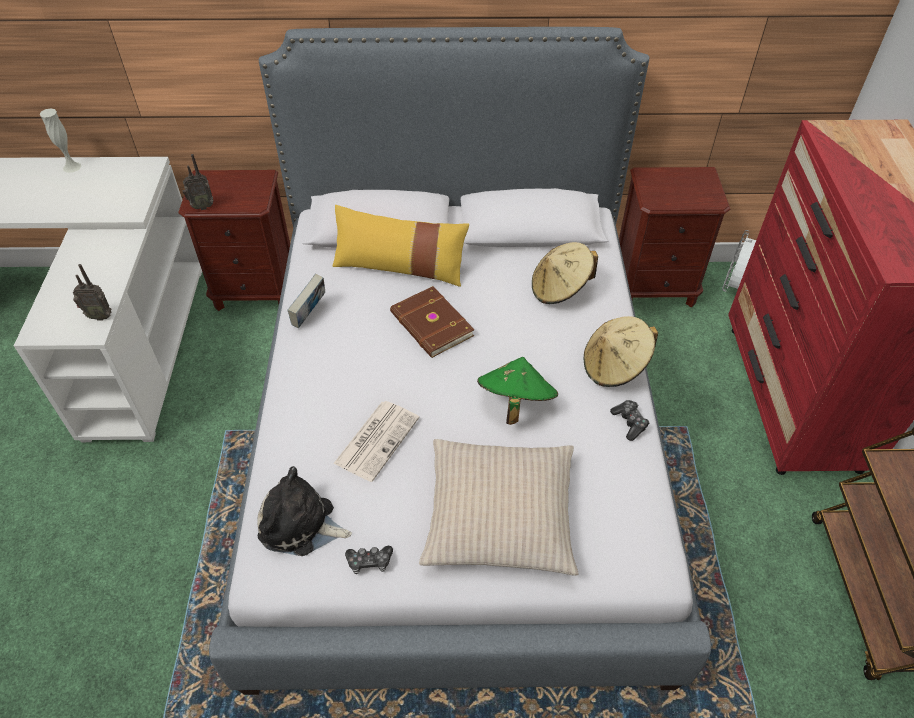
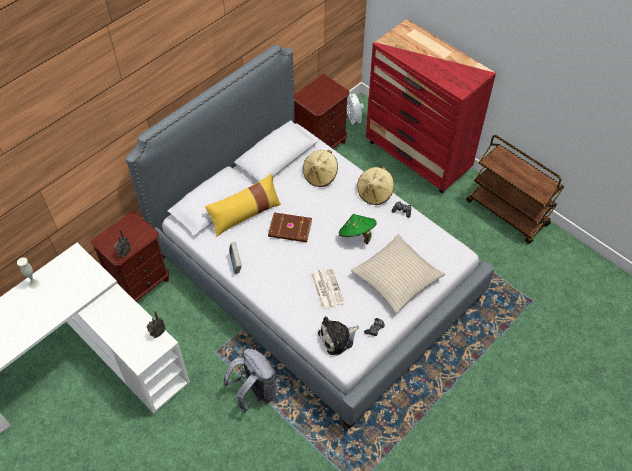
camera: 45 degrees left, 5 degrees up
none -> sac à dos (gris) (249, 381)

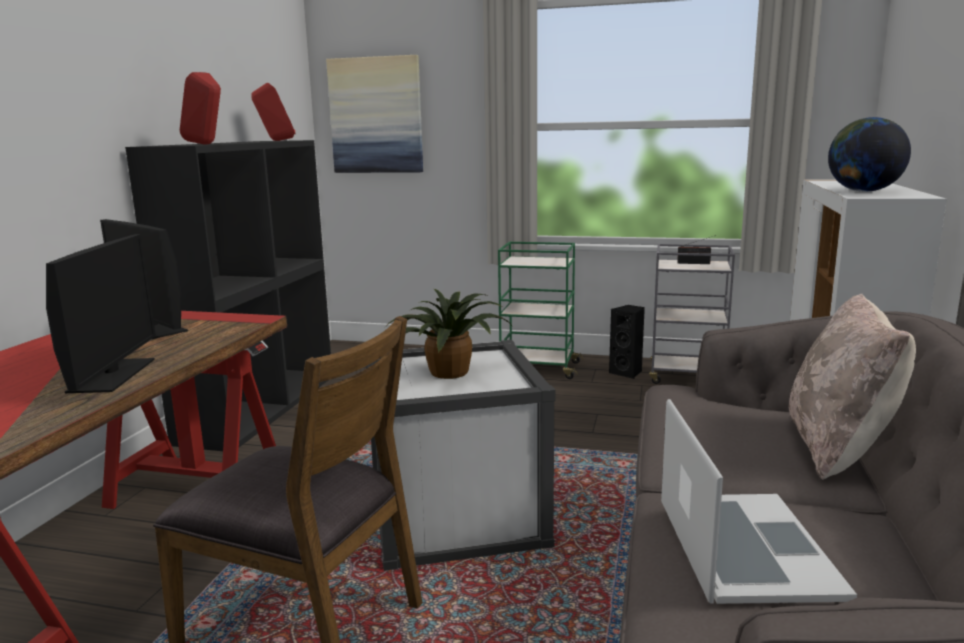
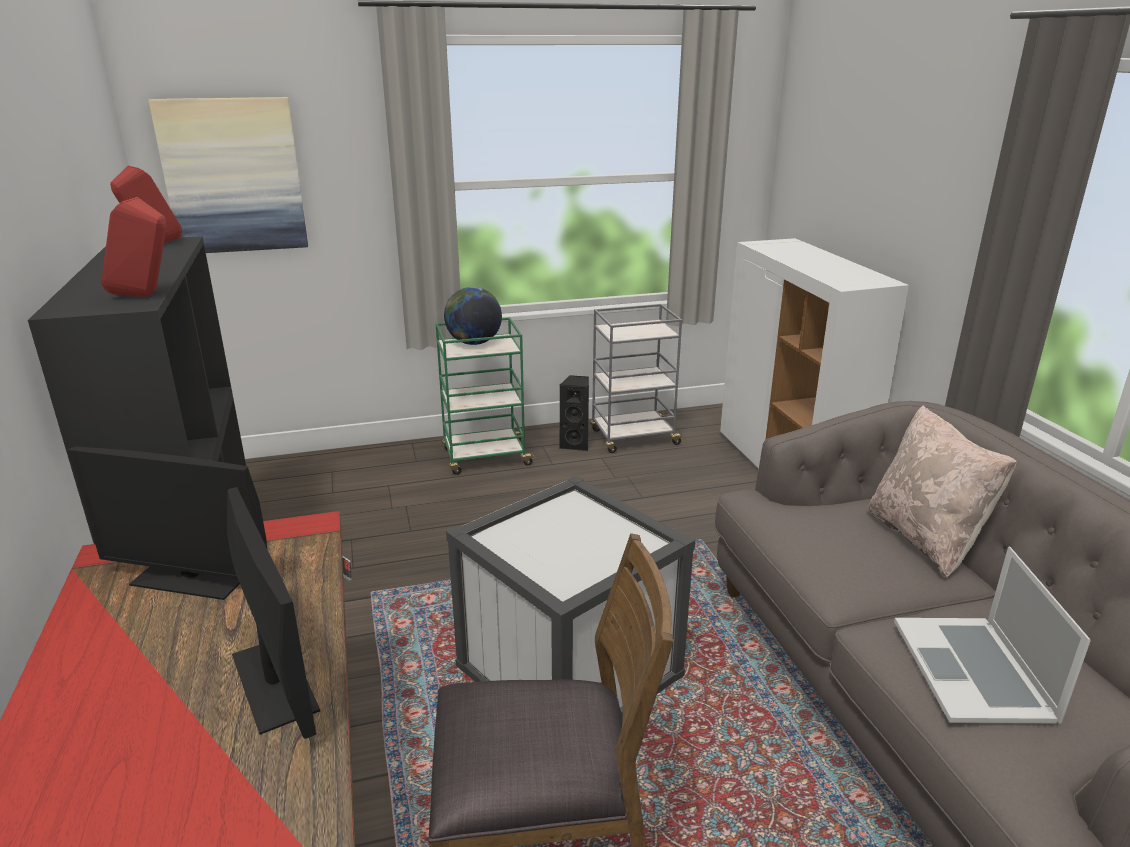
camera: 30 degrees left, 10 degrees up
plante en pot (449, 334) -> none
ordinateur portable (759, 501) -> ordinateur portable (992, 634), 150 degrees counterclockwise
radio (696, 249) -> none
globe (869, 154) -> globe (473, 316), move

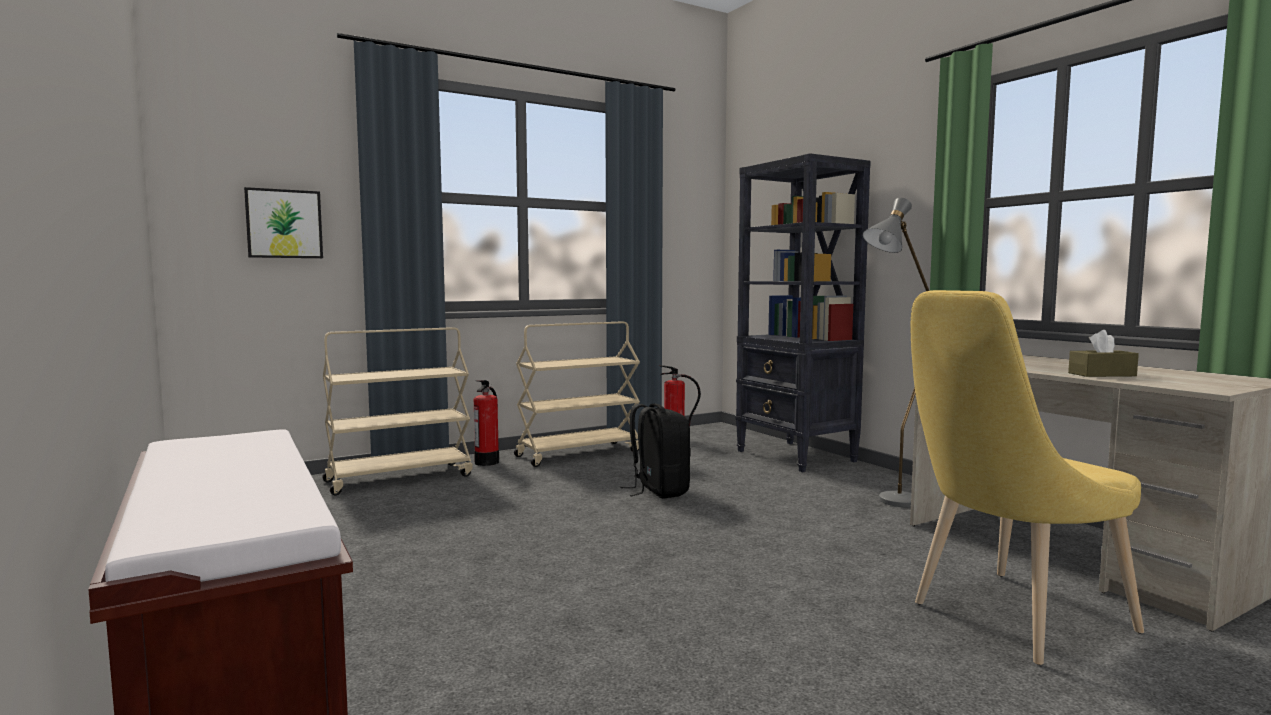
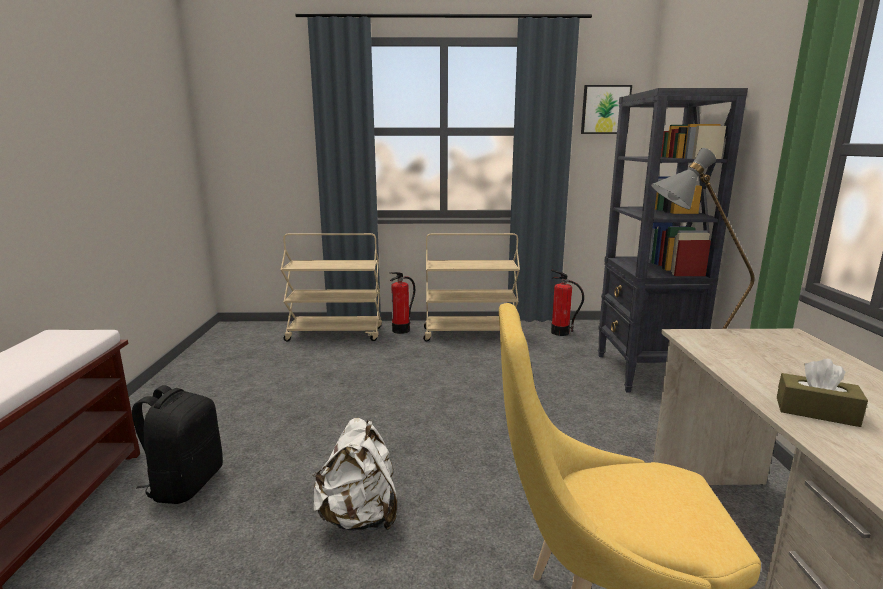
camera: 30 degrees right, 10 degrees up
tableau (283, 222) -> tableau (606, 109), move
sac à dos (noir) (655, 451) -> sac à dos (noir) (177, 444), move
none -> sac à dos (blanc) (354, 474)

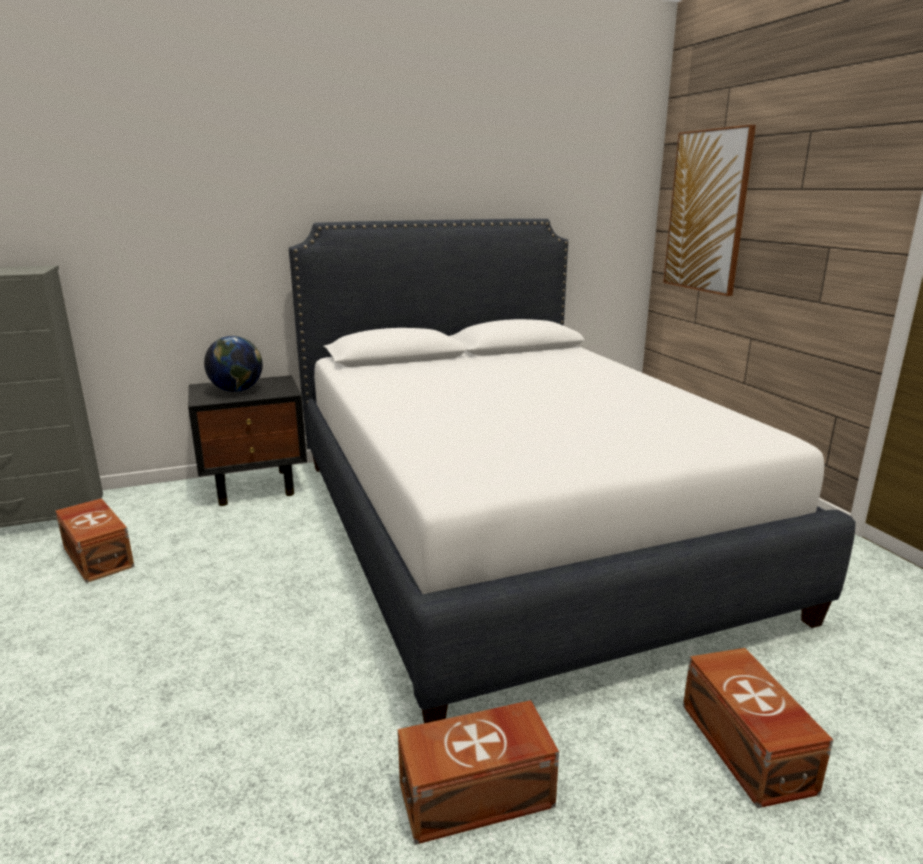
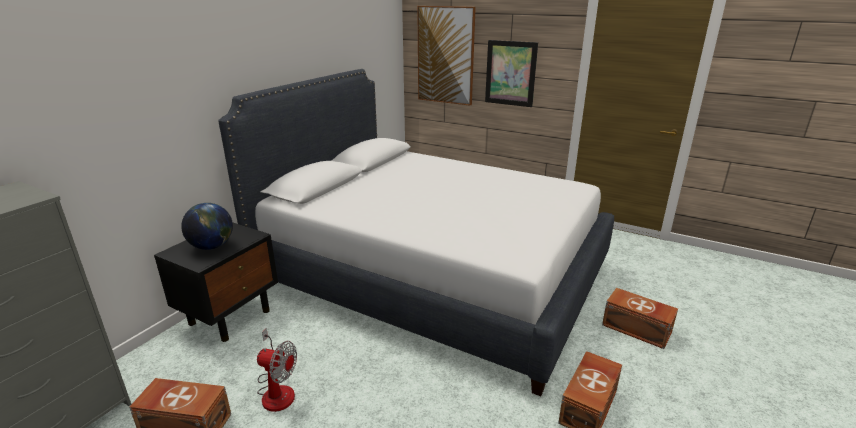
camera: 40 degrees left, 5 degrees up
none -> ventilateur (277, 370)
none -> tableau (511, 73)

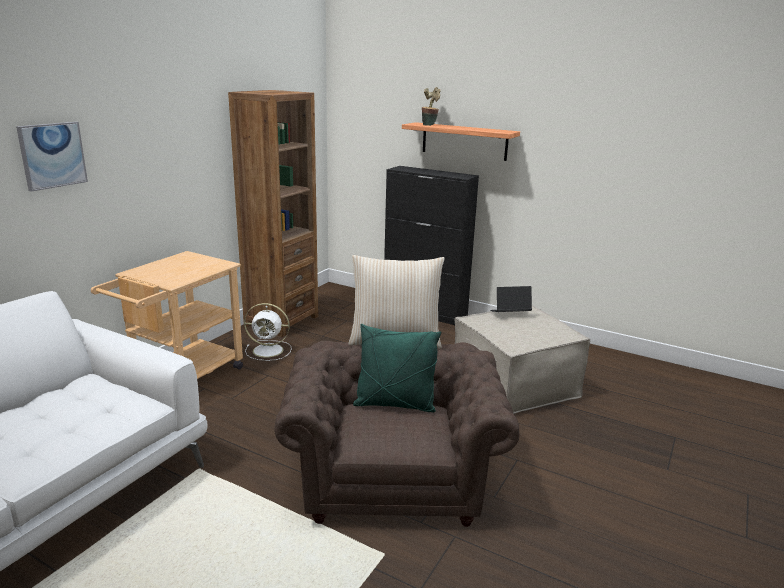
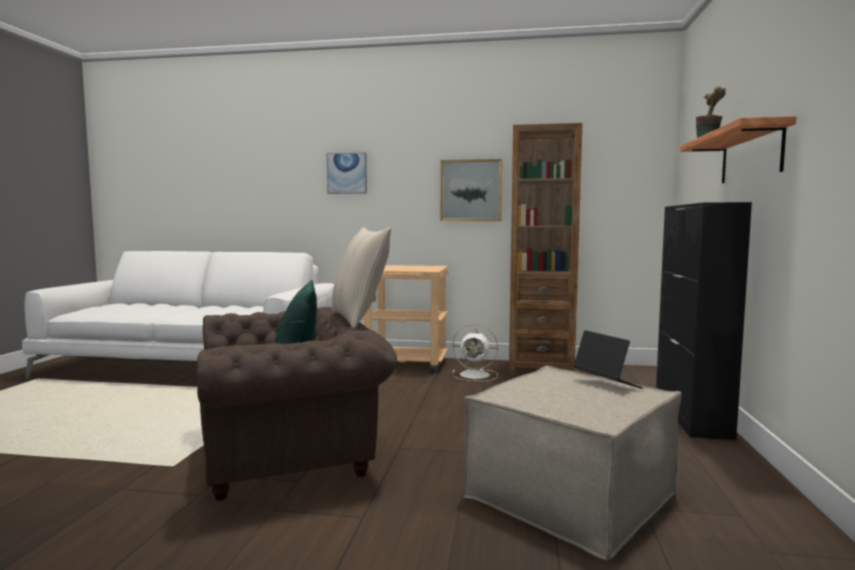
camera: 70 degrees right, 15 degrees down
ventilateur (blanc) (268, 332) -> ventilateur (blanc) (475, 352), 60 degrees counterclockwise
none -> tableau (471, 190)

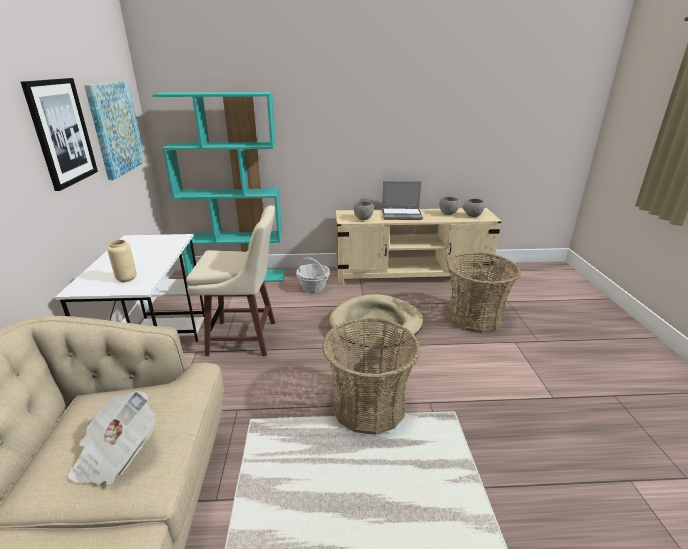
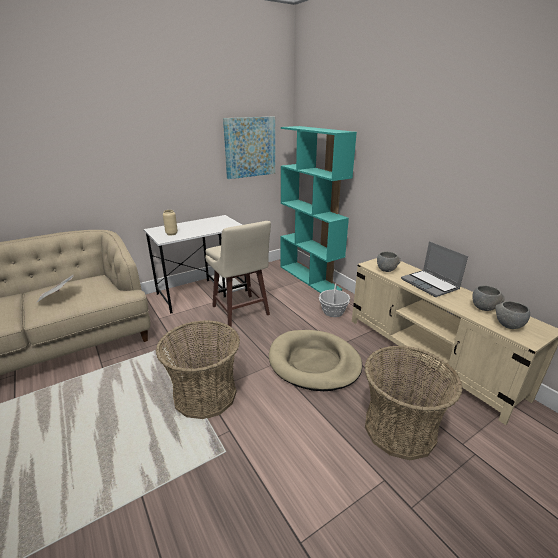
camera: 60 degrees right, 0 degrees up
tableau (59, 134) -> none

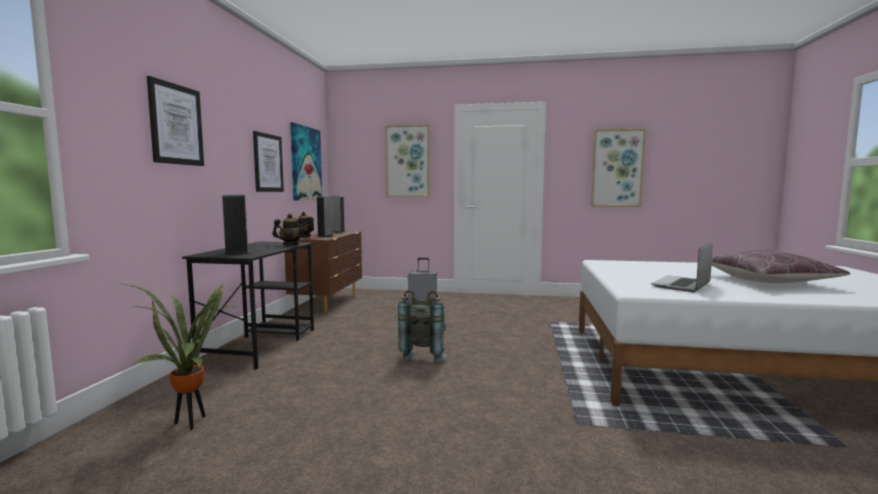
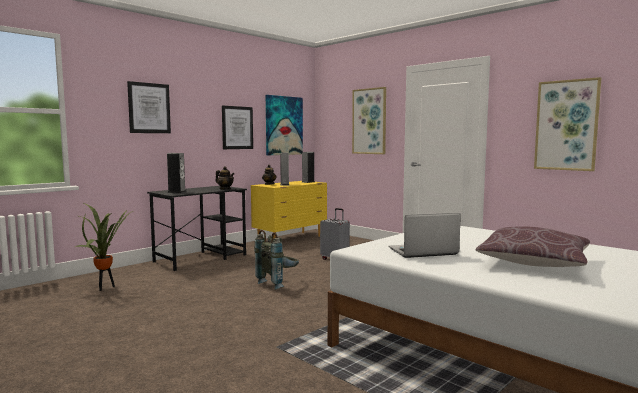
camera: 35 degrees right, 0 degrees up
commode (marron) (323, 272) -> commode (jaune) (289, 210)

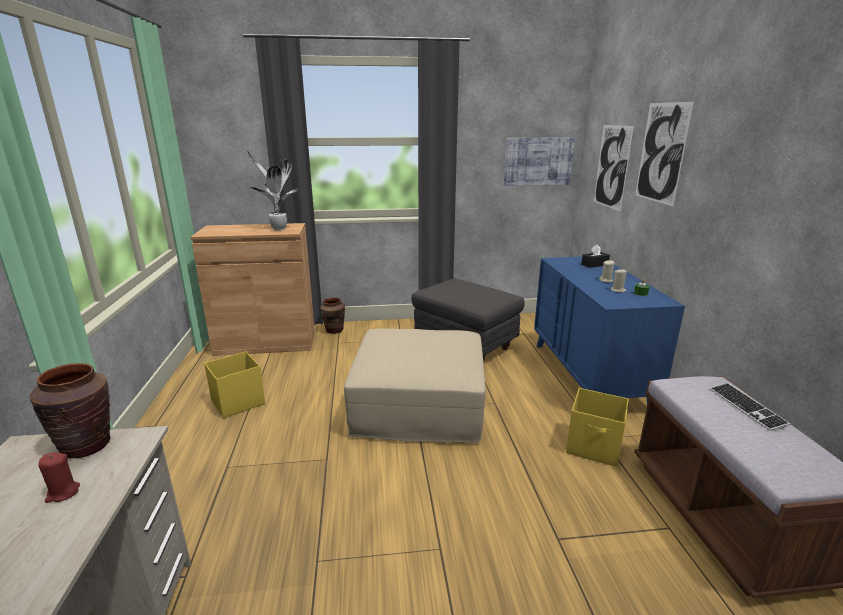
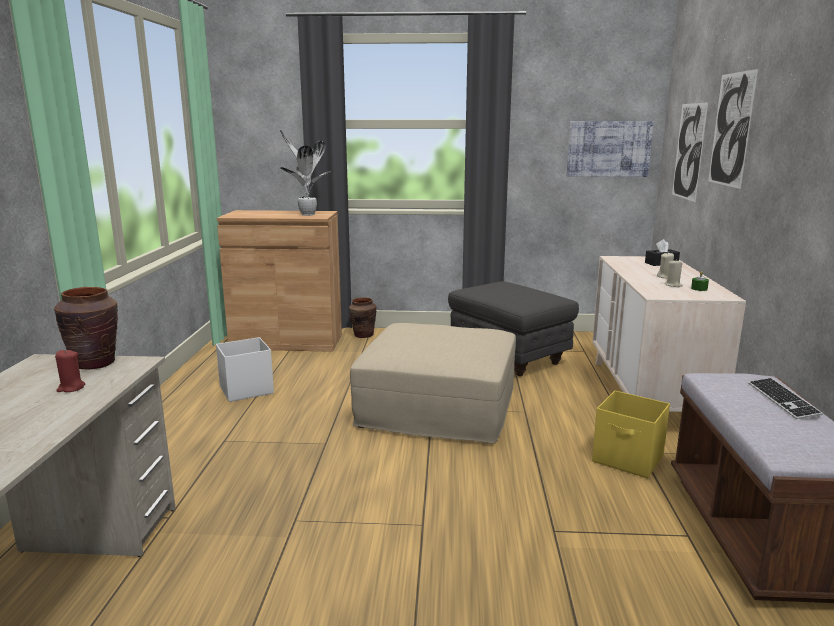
camera: 10 degrees right, 5 degrees down
boîte de rangement (jaune) (234, 384) -> boîte de rangement (blanc) (245, 369)
commode (bleu) (609, 330) -> commode (beige) (669, 334)

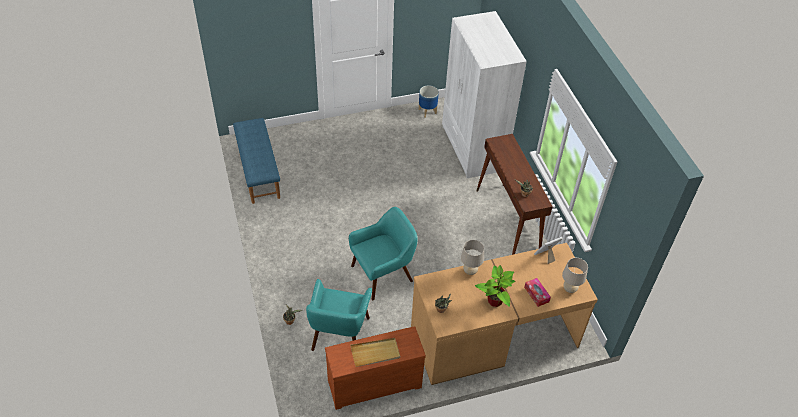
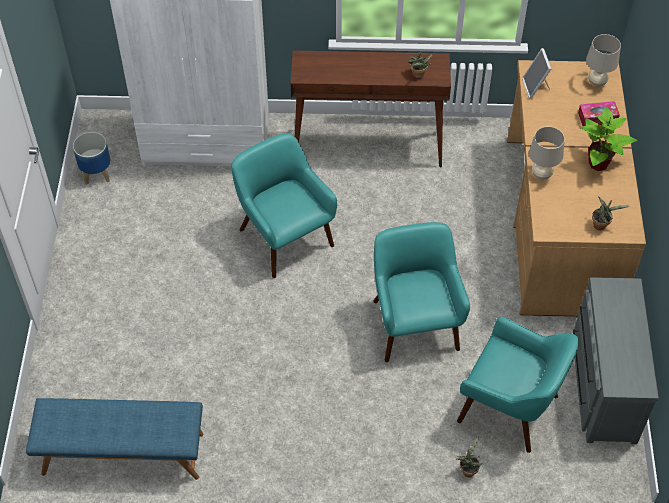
camera: 70 degrees left, 5 degrees up
commode (marron) (375, 368) -> commode (gris) (616, 360)
plateau (beige) (375, 352) -> none
none -> fauteuil (turquoise) (284, 205)

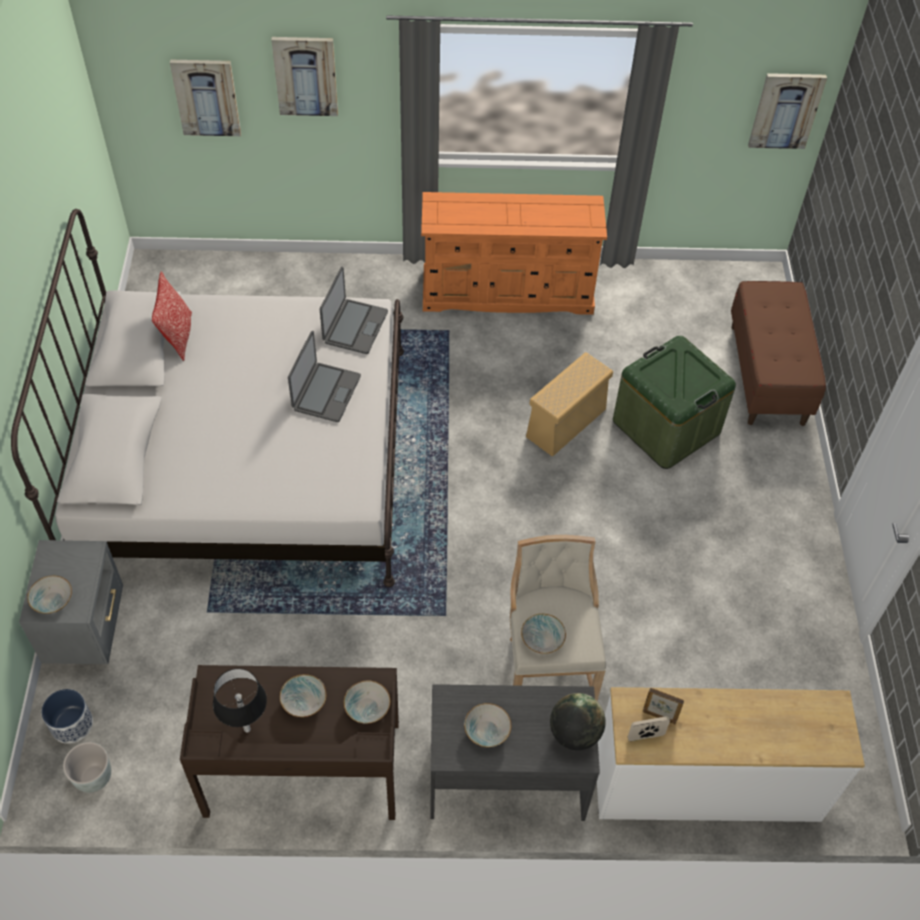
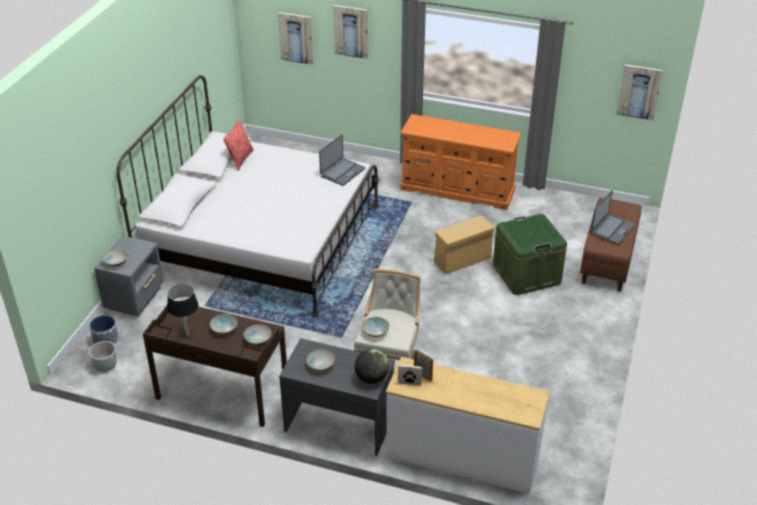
camera: 20 degrees right, 15 degrees down
ordinateur portable (324, 376) -> ordinateur portable (613, 217), move

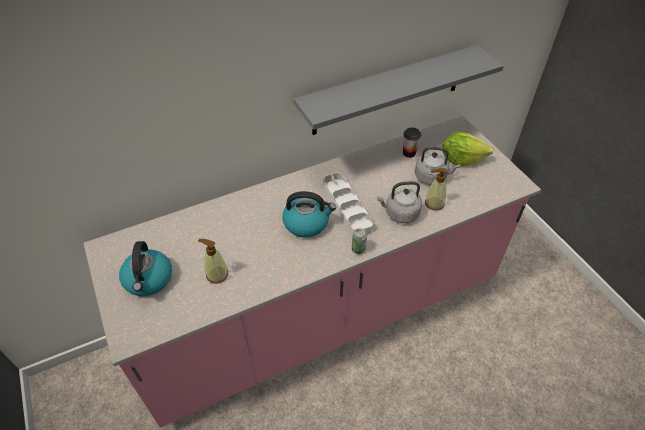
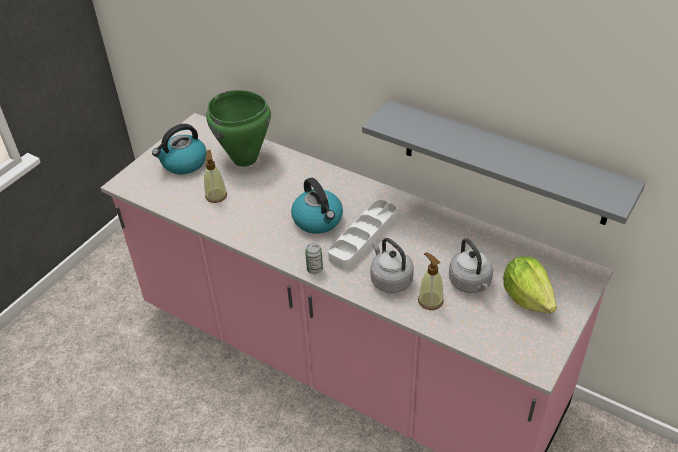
camera: 60 degrees right, 5 degrees down
tasse (412, 143) -> none
none -> marmite (vert) (238, 128)

